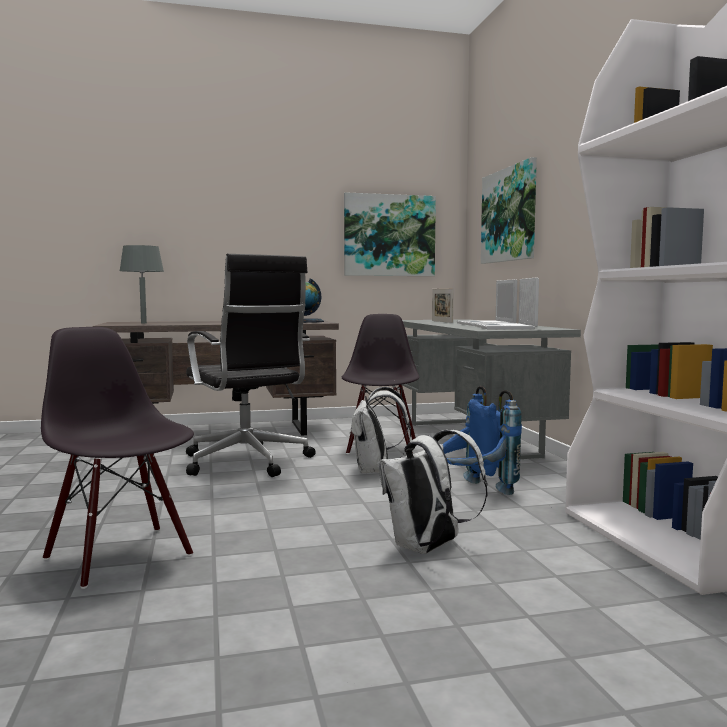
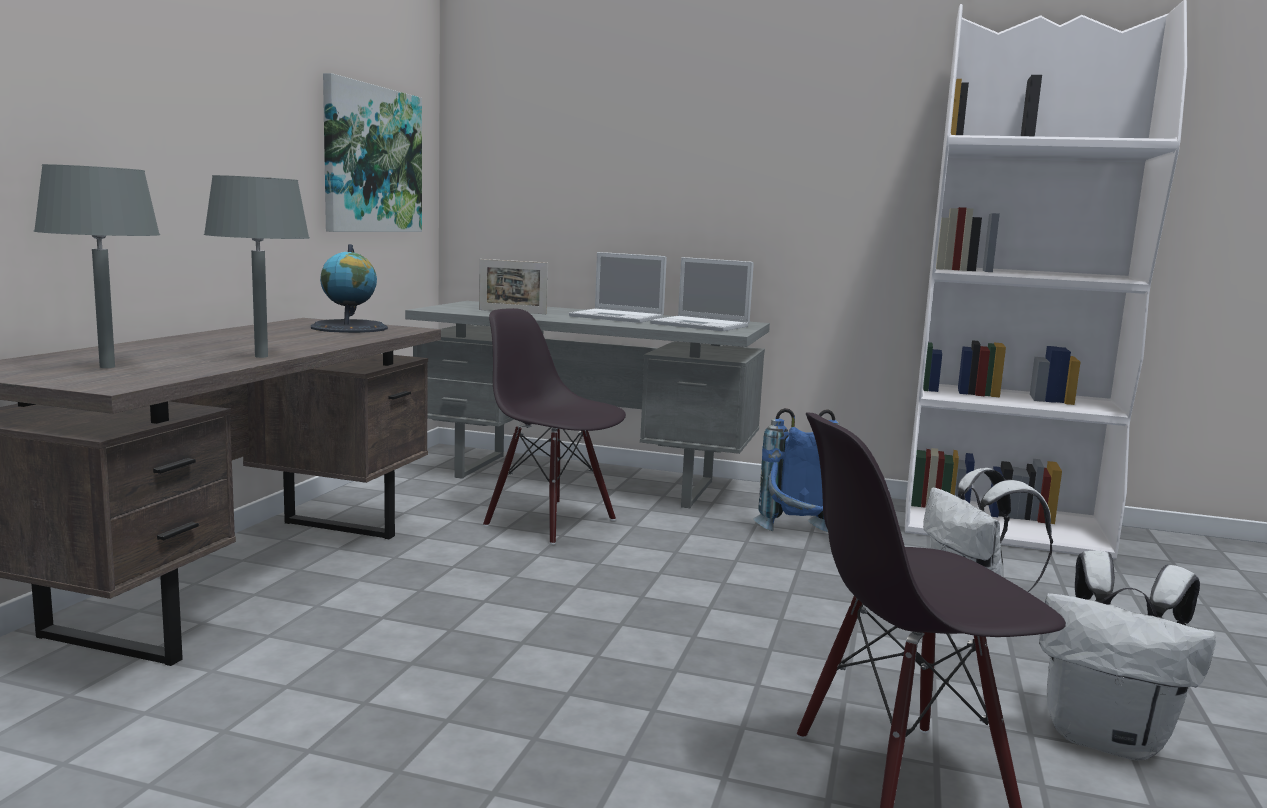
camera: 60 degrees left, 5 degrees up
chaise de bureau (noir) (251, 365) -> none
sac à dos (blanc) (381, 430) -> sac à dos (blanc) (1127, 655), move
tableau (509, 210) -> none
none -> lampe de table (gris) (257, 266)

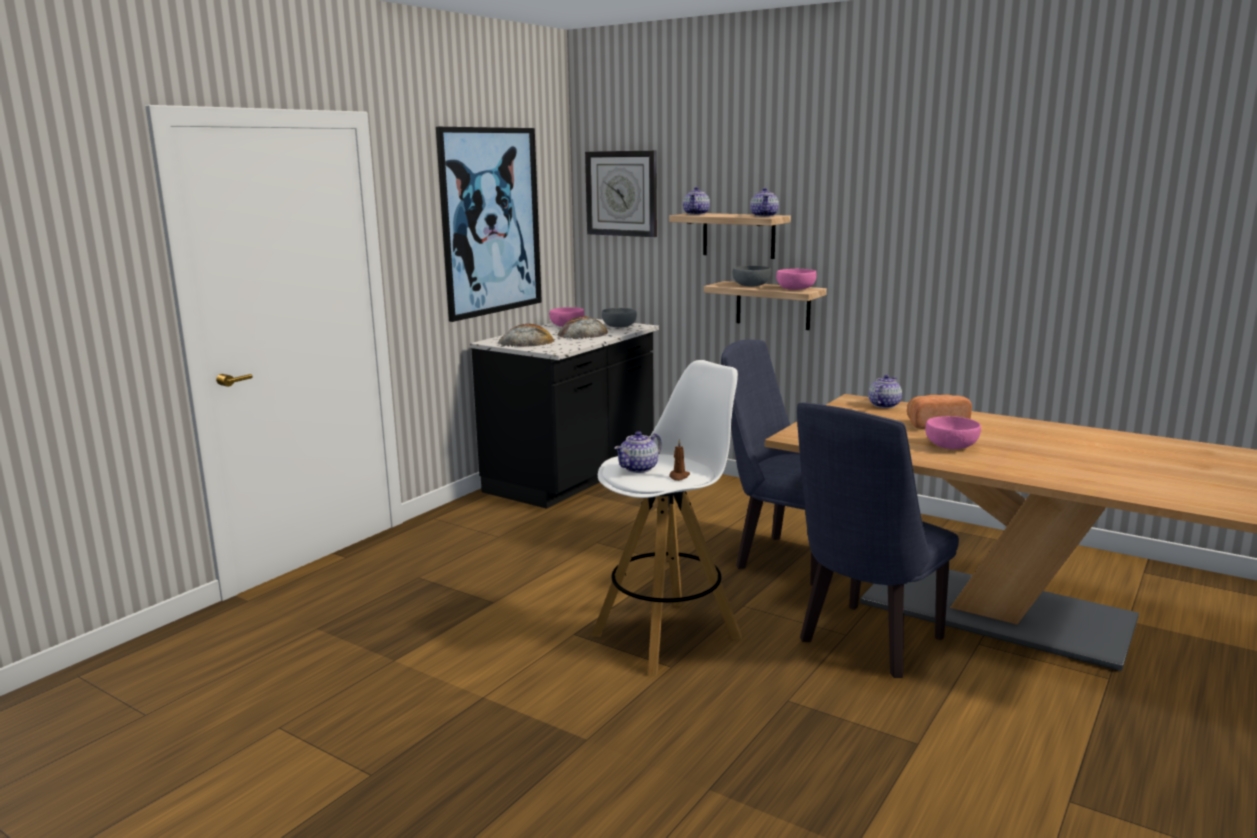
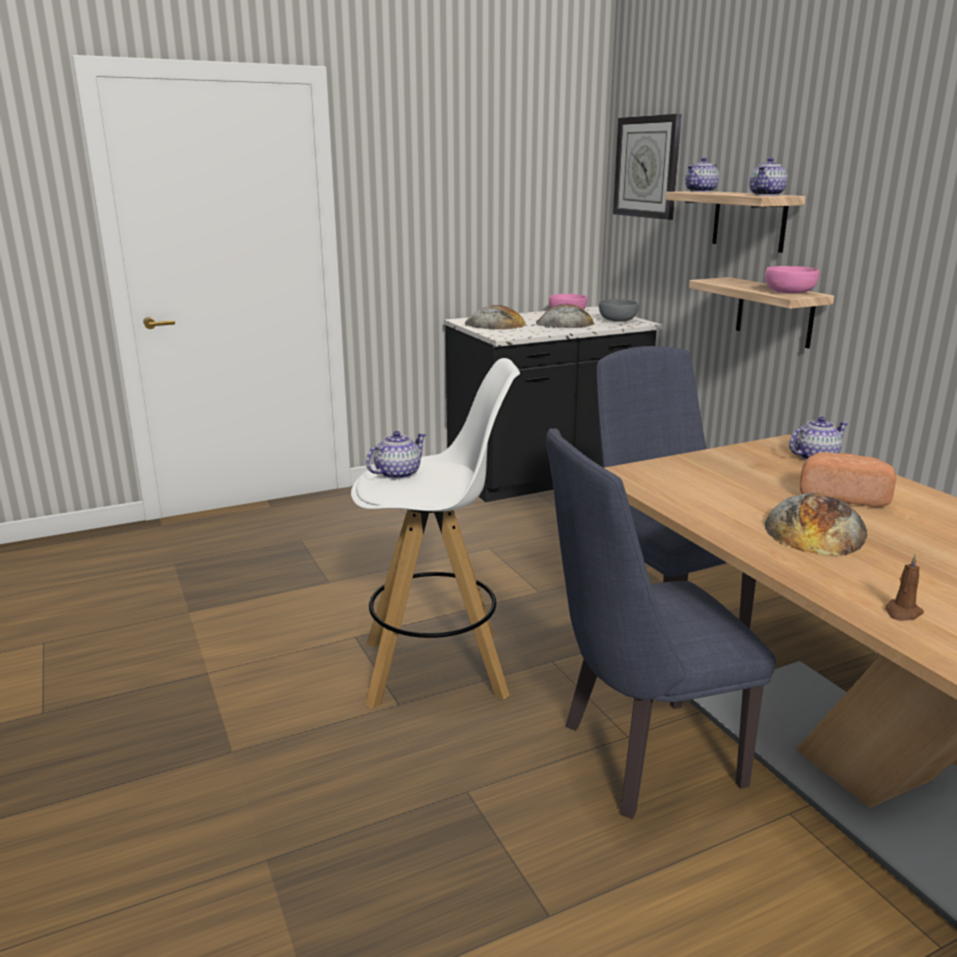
camera: 30 degrees right, 5 degrees up
tableau (489, 224) -> none
théière (638, 452) -> théière (396, 455), 150 degrees clockwise
bougie (marron) (679, 460) -> bougie (marron) (904, 587), move
bol (gris) (751, 276) -> none
bol (rose) (953, 432) -> pain (816, 525)

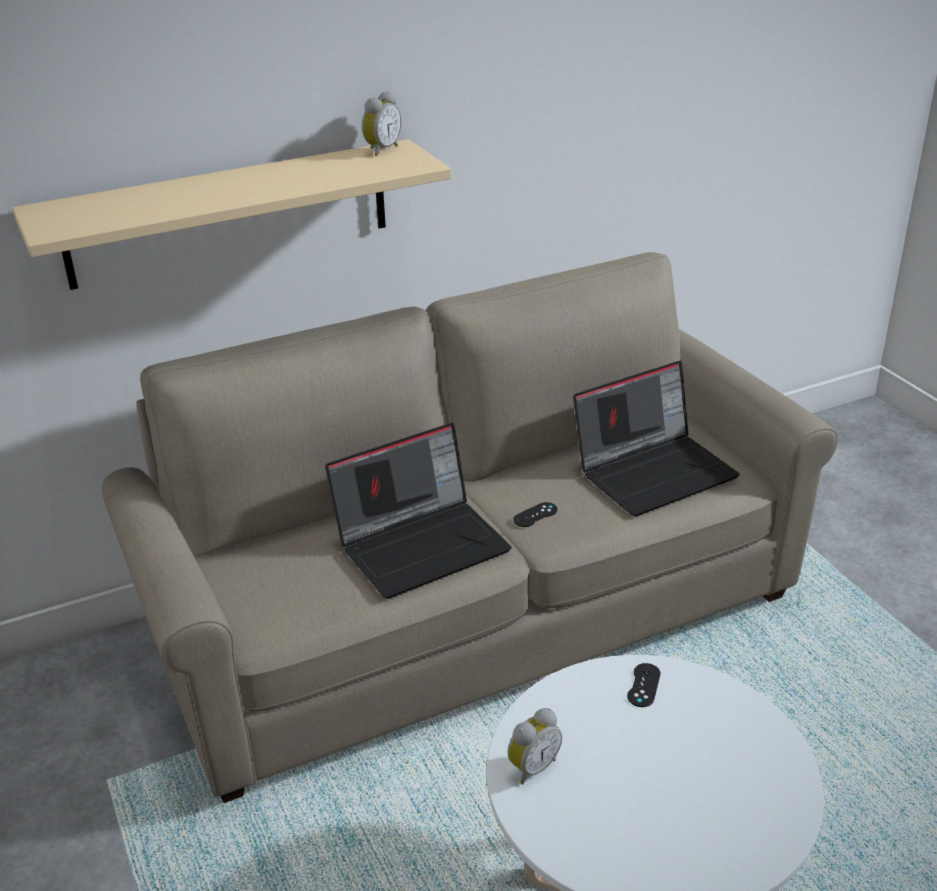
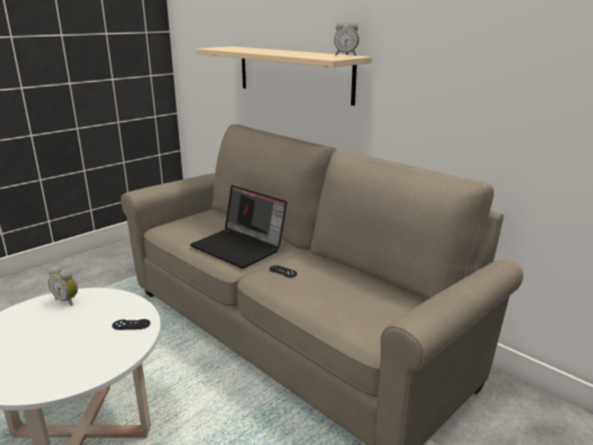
camera: 70 degrees right, 10 degrees down
ordinateur portable (656, 439) -> none

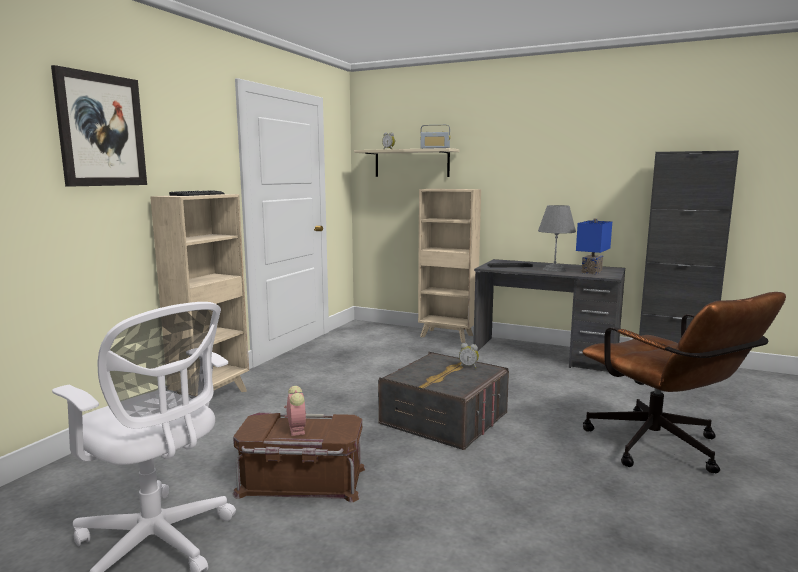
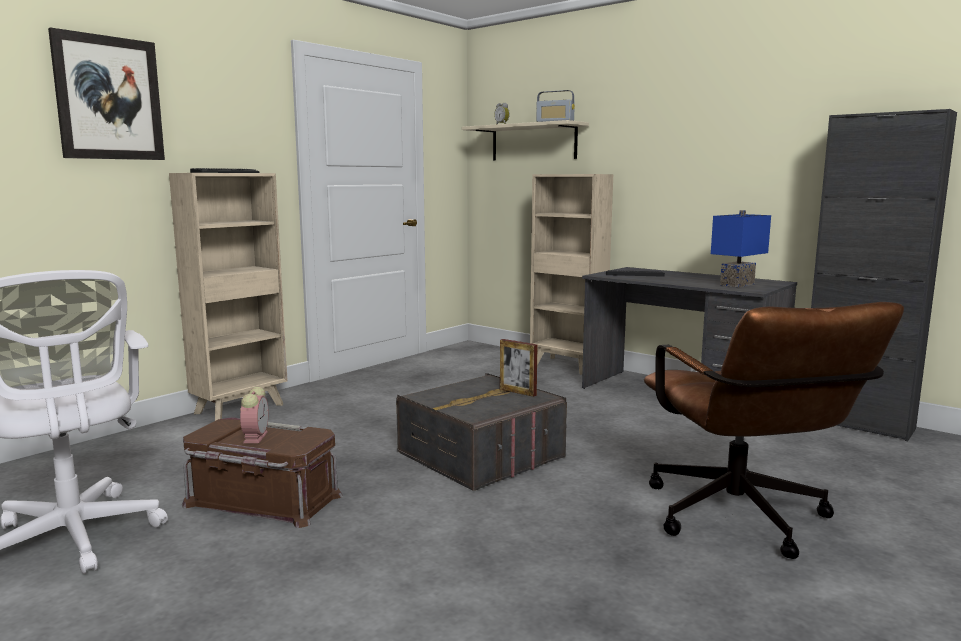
camera: 15 degrees right, 0 degrees up
réveil (469, 356) -> cadre photo (519, 368)
lampe de table (gris) (557, 238) -> none

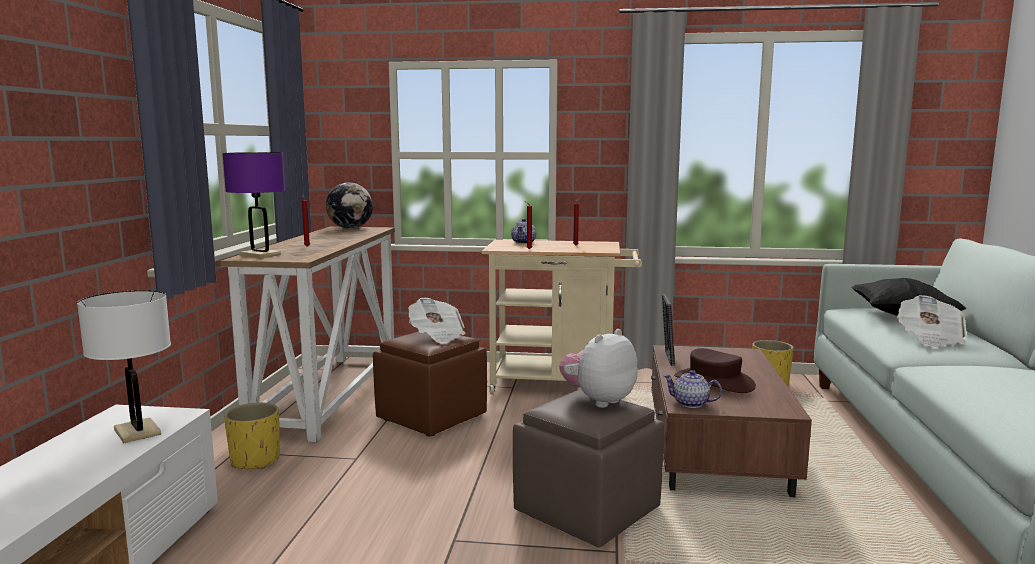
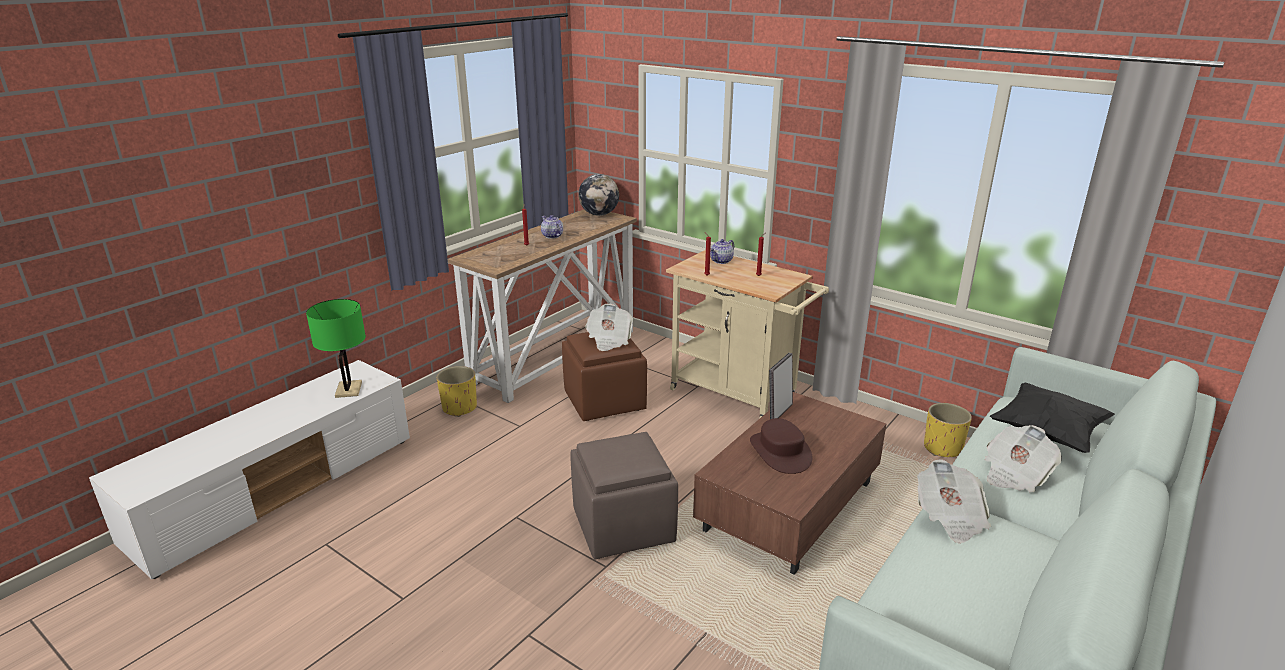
camera: 30 degrees right, 15 degrees up
lampe de table (blanc) (124, 366) -> lampe de table (vert) (336, 348)
lampe de table (violet) (254, 205) -> none
peluche (598, 368) -> none
théière (692, 389) -> théière (552, 227), move
none -> journal (954, 501)

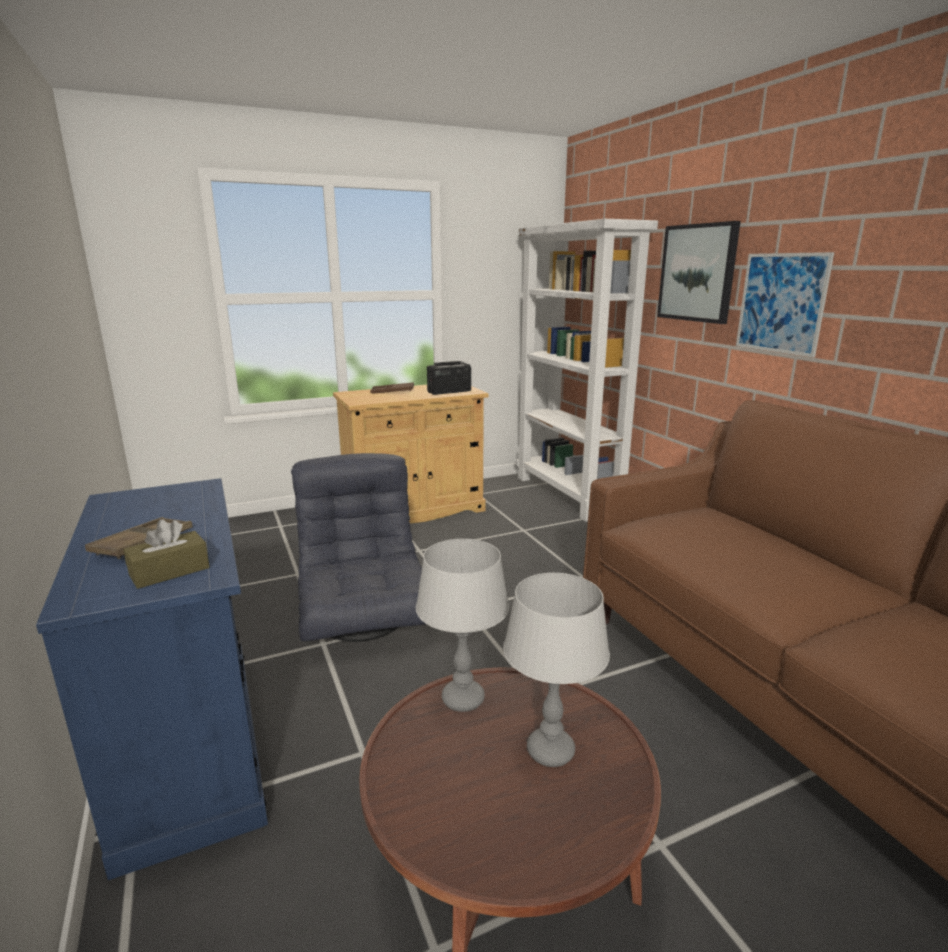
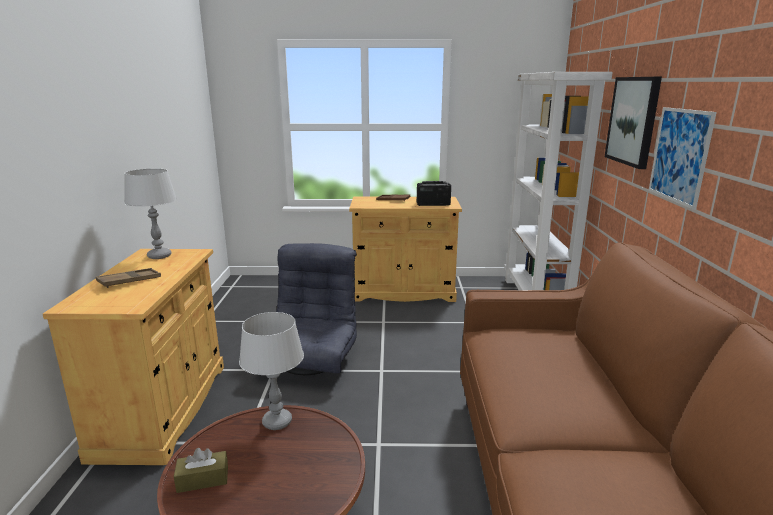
camera: 25 degrees right, 0 degrees up
meuble de rangement (bleu) (152, 679) -> meuble de rangement (beige) (133, 357)
boîte à mouchoirs (marron) (167, 554) -> boîte à mouchoirs (marron) (201, 470), move
lampe de table (gris) (556, 670) -> lampe de table (gris) (150, 214), move

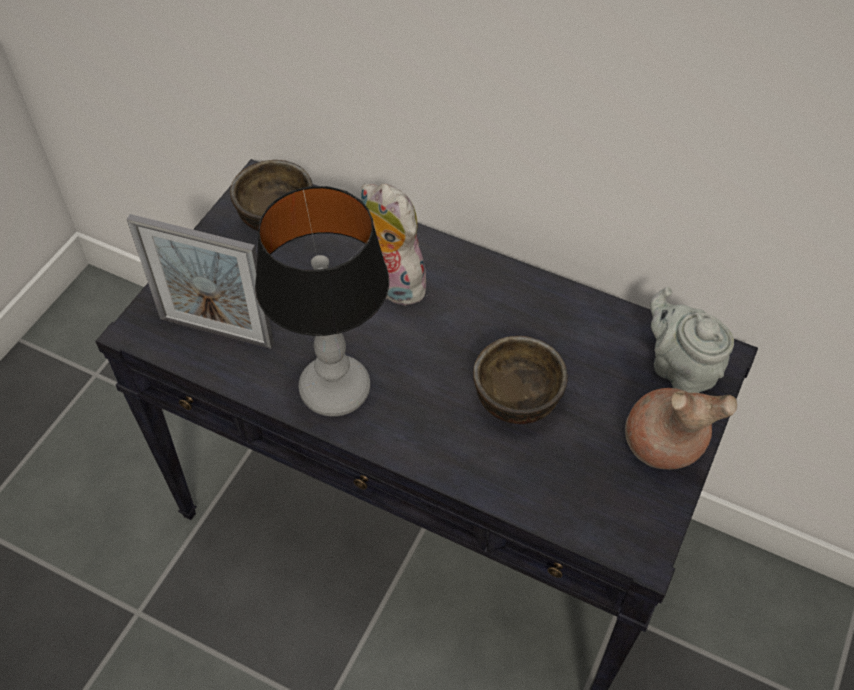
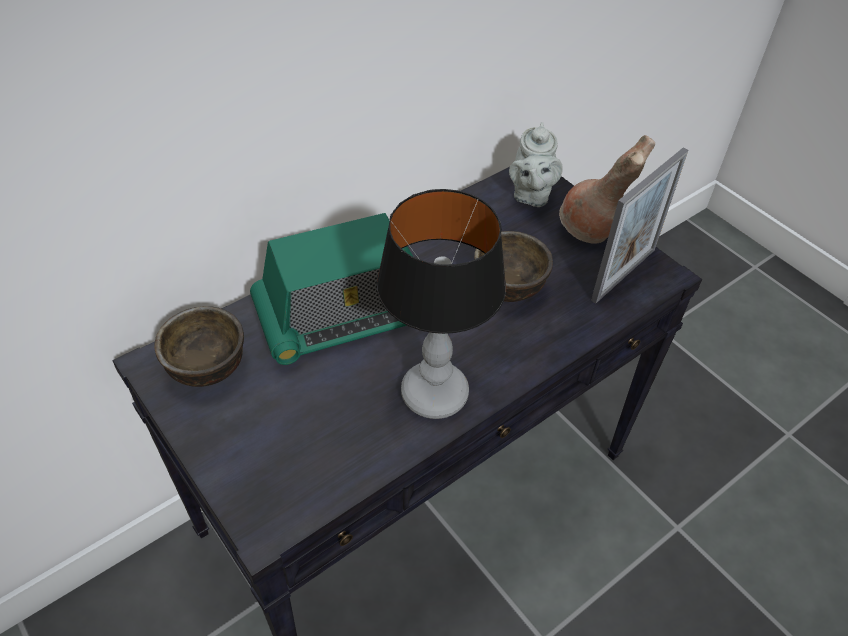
camera: 65 degrees left, 5 degrees down
cadre photo (200, 281) -> cadre photo (639, 226), move
peluche (397, 244) -> radio (331, 289)
théière (gris) (692, 340) -> théière (gris) (536, 164), 75 degrees counterclockwise

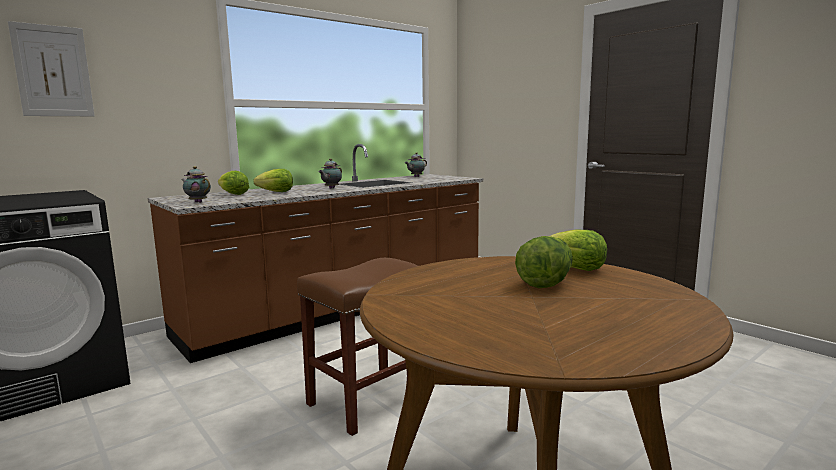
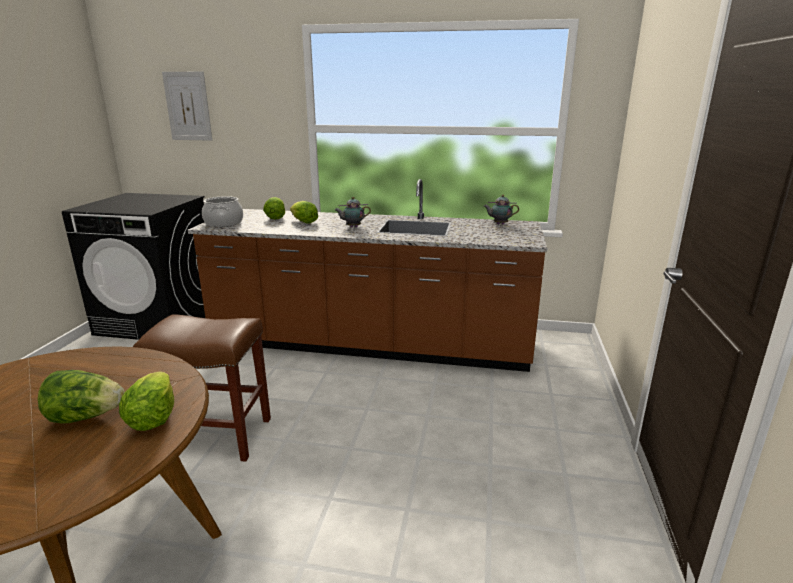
camera: 50 degrees right, 10 degrees up
théière (196, 184) -> marmite (222, 211)

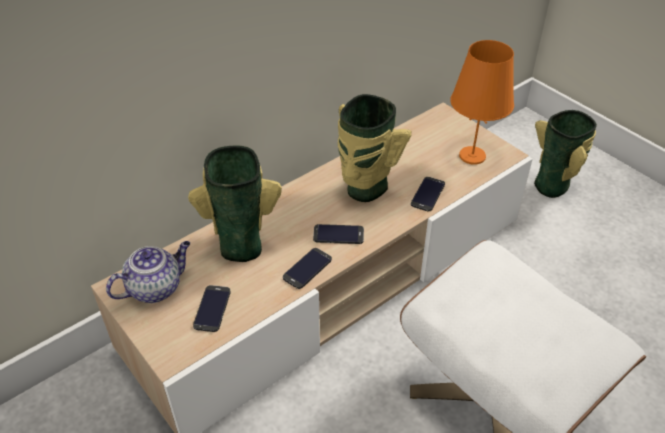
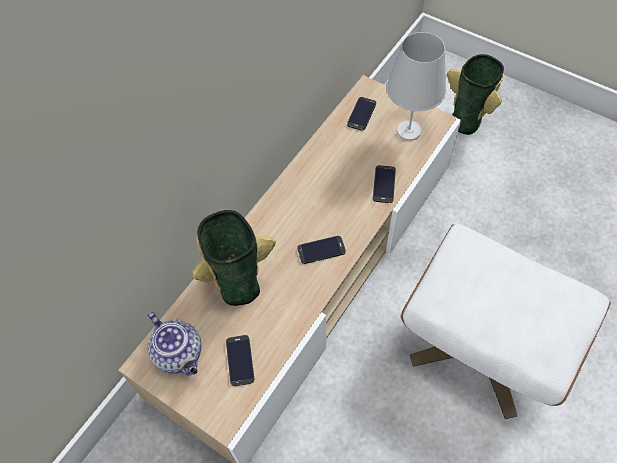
camera: 15 degrees left, 15 degrees up
théière (148, 272) -> théière (174, 343), 105 degrees clockwise
téléphone (307, 268) -> téléphone (361, 114), move
vase (375, 148) -> none
lampe de table (orange) (482, 102) -> lampe de table (blanc) (416, 86)

